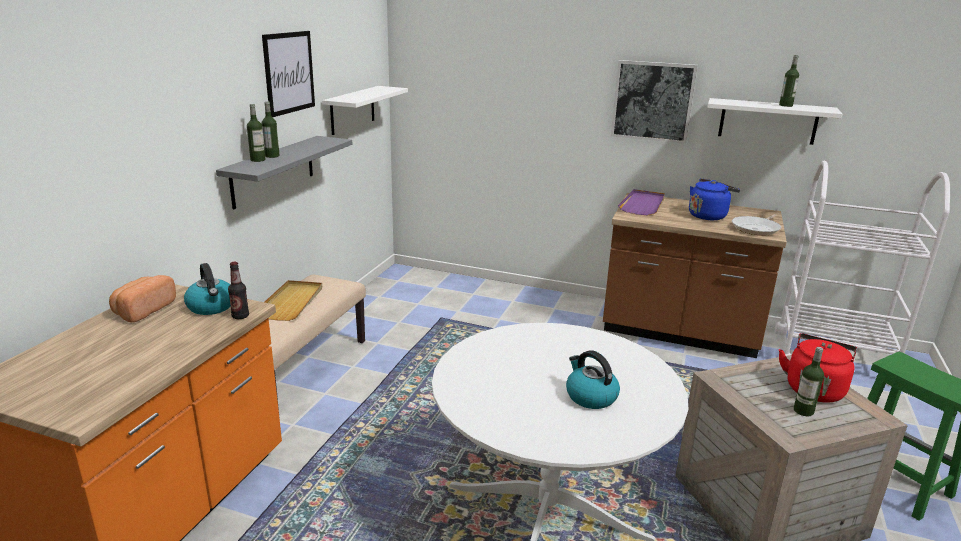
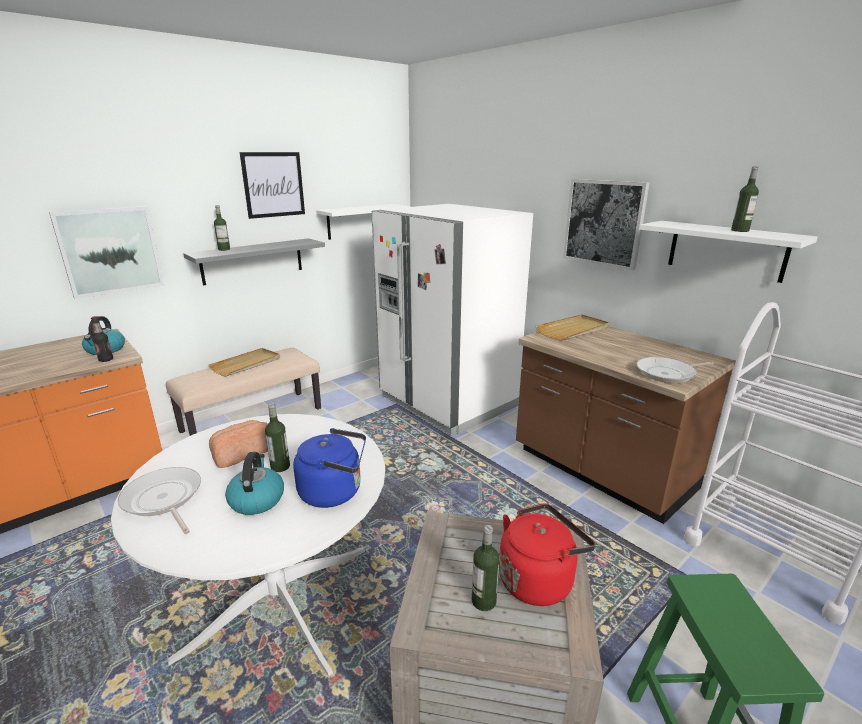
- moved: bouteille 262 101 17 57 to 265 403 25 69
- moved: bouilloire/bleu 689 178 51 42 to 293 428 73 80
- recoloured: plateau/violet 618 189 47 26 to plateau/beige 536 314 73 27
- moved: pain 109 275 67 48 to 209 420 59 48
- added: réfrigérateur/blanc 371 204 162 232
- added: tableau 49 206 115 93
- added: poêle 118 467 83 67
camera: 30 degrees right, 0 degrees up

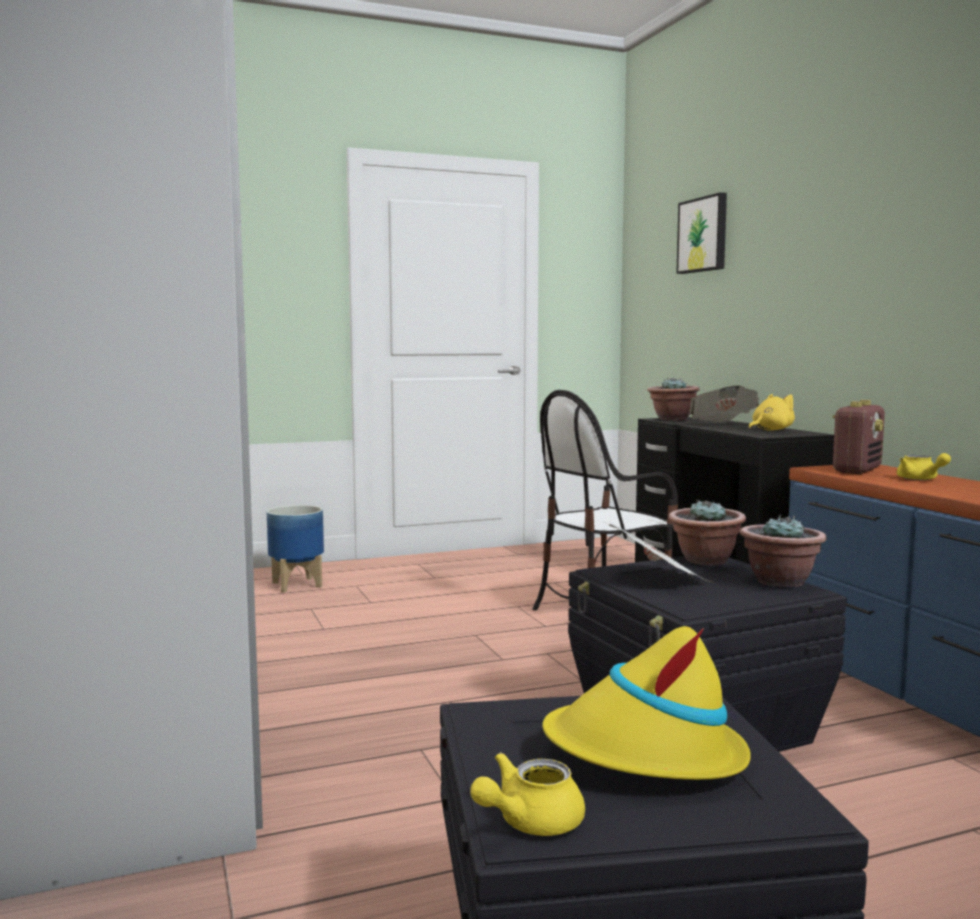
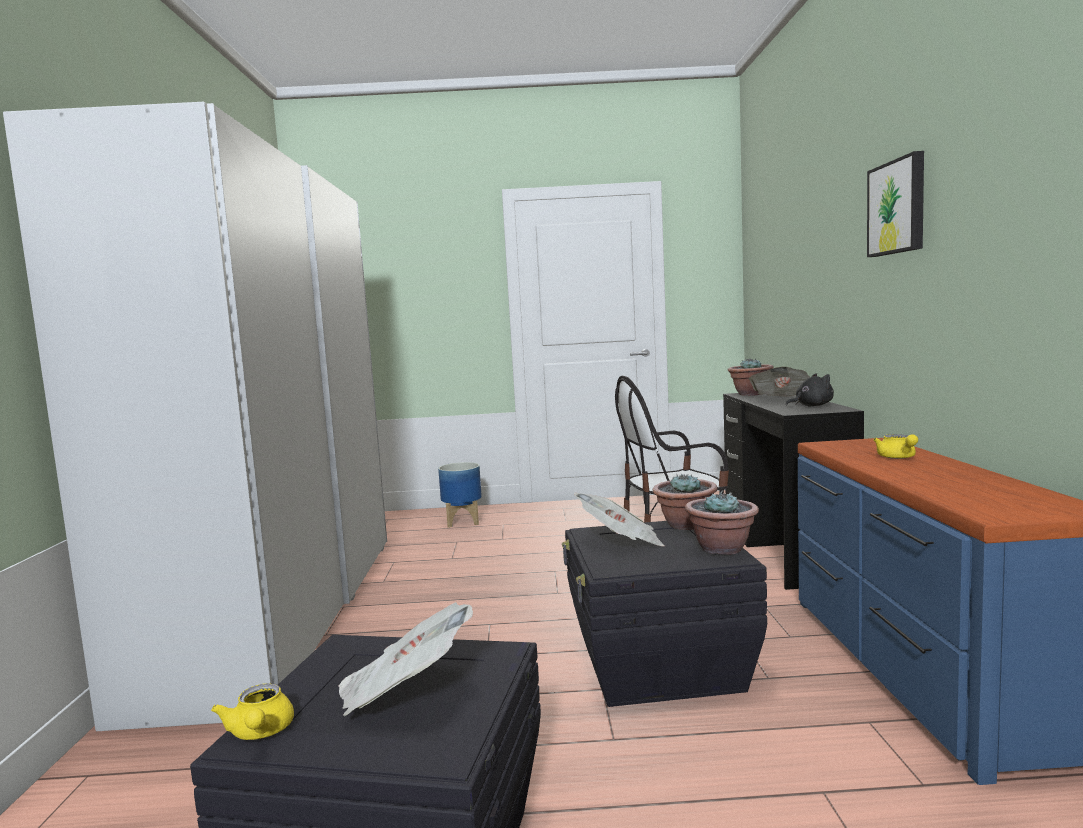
- moved: tableau 676 192 51 82 to 867 151 57 106
- recoloured: peluche/jaune 748 394 47 37 to peluche/noir 786 373 48 34
- removed: radio 832 400 53 74
- replaced: chapeau/jaune 542 626 209 154 to journal 339 602 134 114
- turned: théière/jaune 470 752 115 84 = 211 683 83 57 90 degrees counterclockwise
camera: 20 degrees right, 0 degrees up

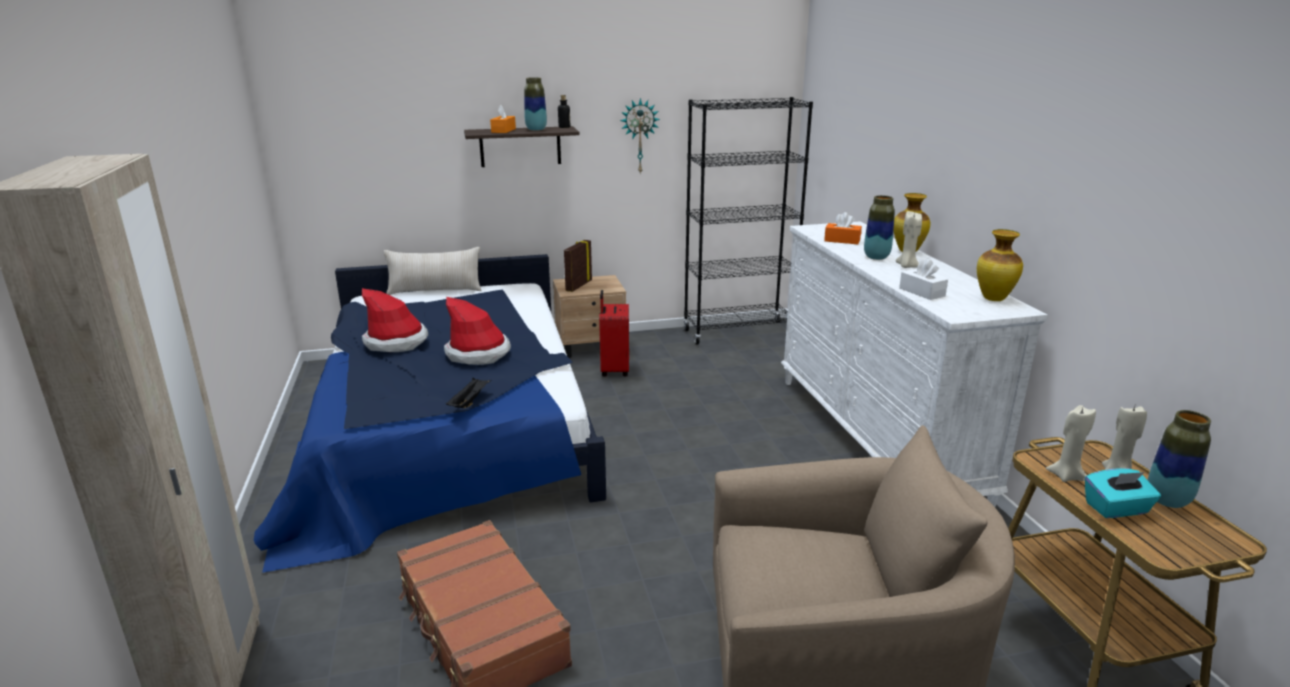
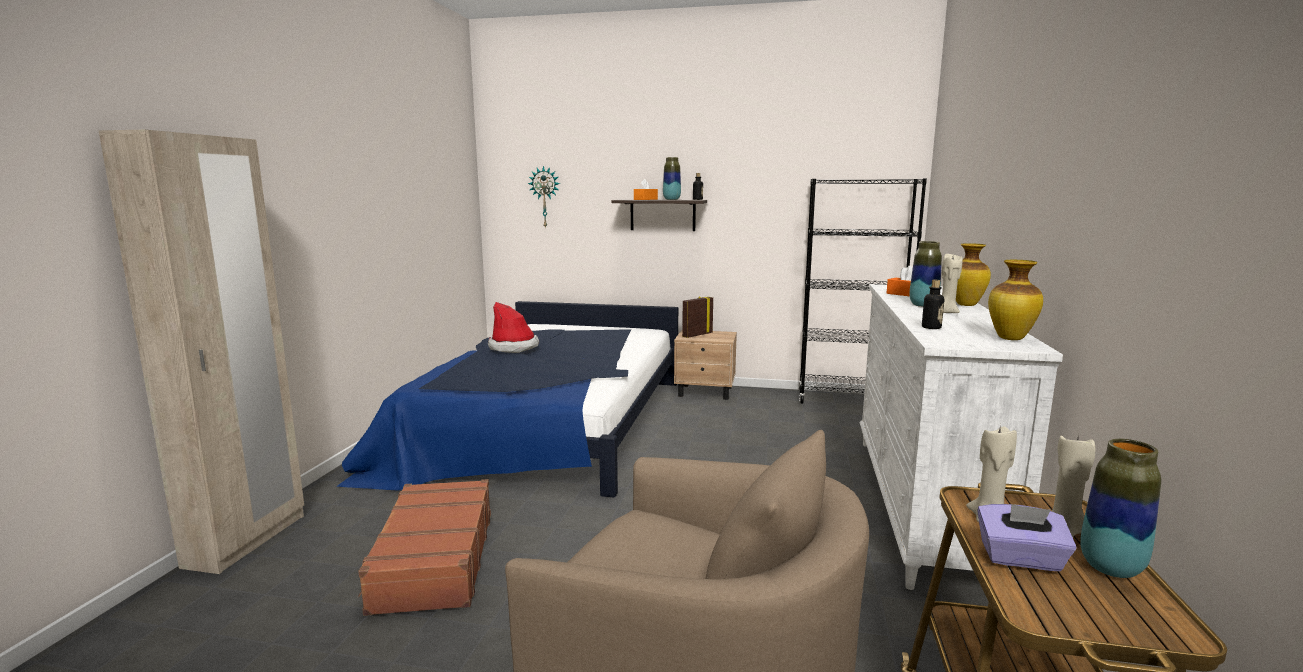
- moved: horloge murale 620 98 40 77 to 528 166 32 63
- removed: coussin/beige 384 247 98 48
- replaced: boîte à mouchoirs/blanc 899 258 49 42 to bouteille 922 280 22 49
- removed: valise/rouge 599 290 30 87
- removed: chapeau 444 297 67 68
- removed: plateau/noir 446 378 45 30
- recoloured: boîte à mouchoirs/turquoise 1085 468 76 50 to boîte à mouchoirs/violet 977 504 100 67
camera: 25 degrees right, 10 degrees down

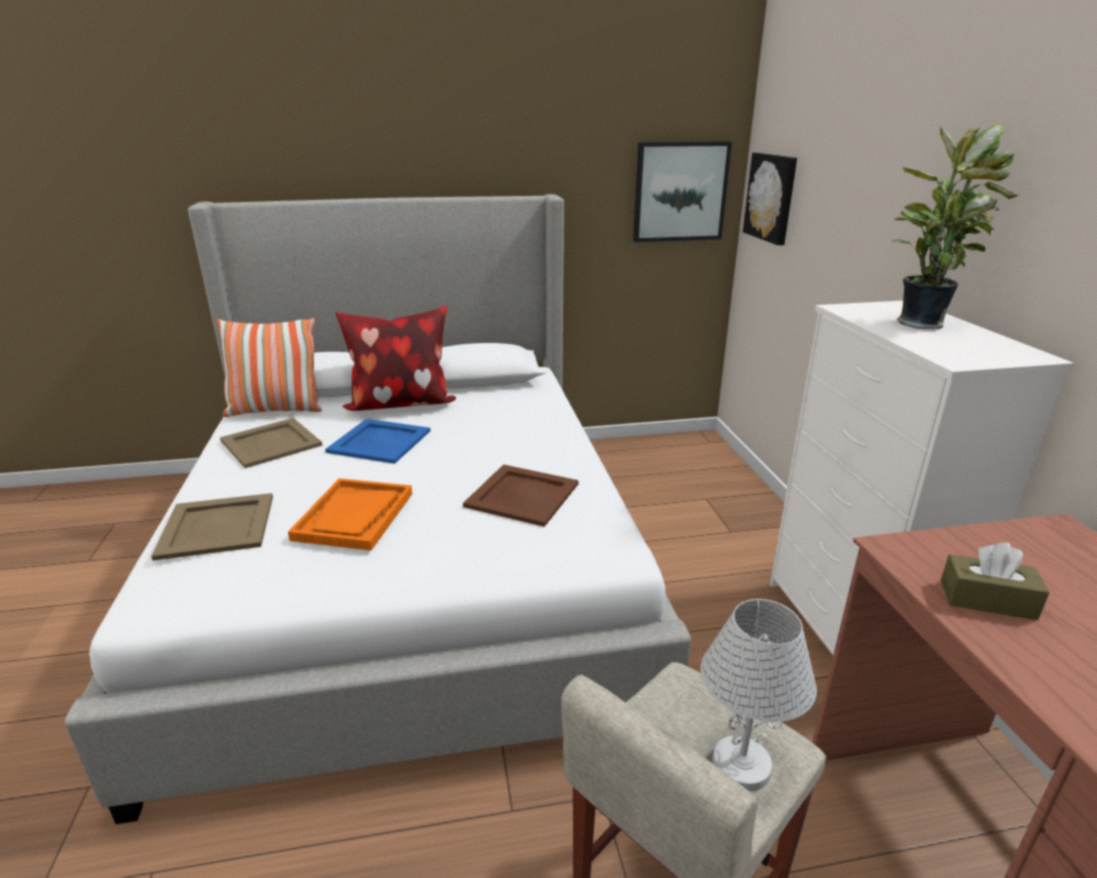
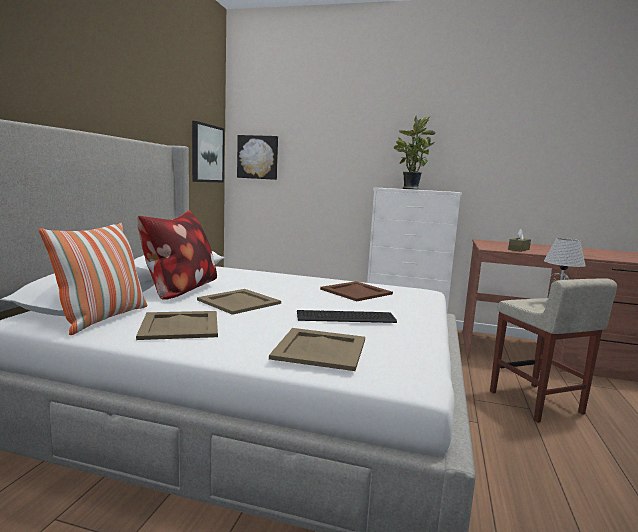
- recoloured: plateau/bleu 325 419 106 45 to plateau/beige 197 289 84 26
- replaced: plateau/orange 288 478 124 73 to clavier 297 310 100 13
camera: 65 degrees left, 15 degrees down

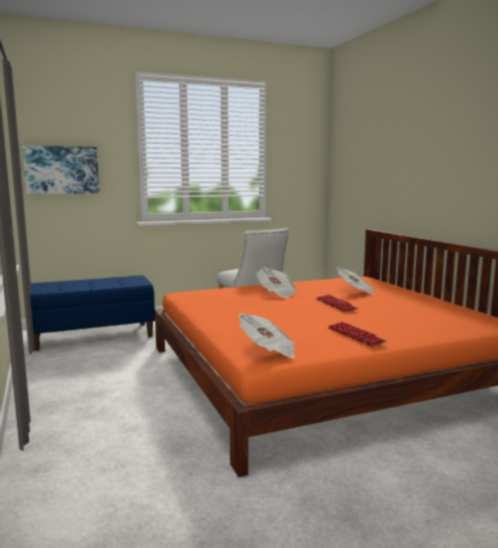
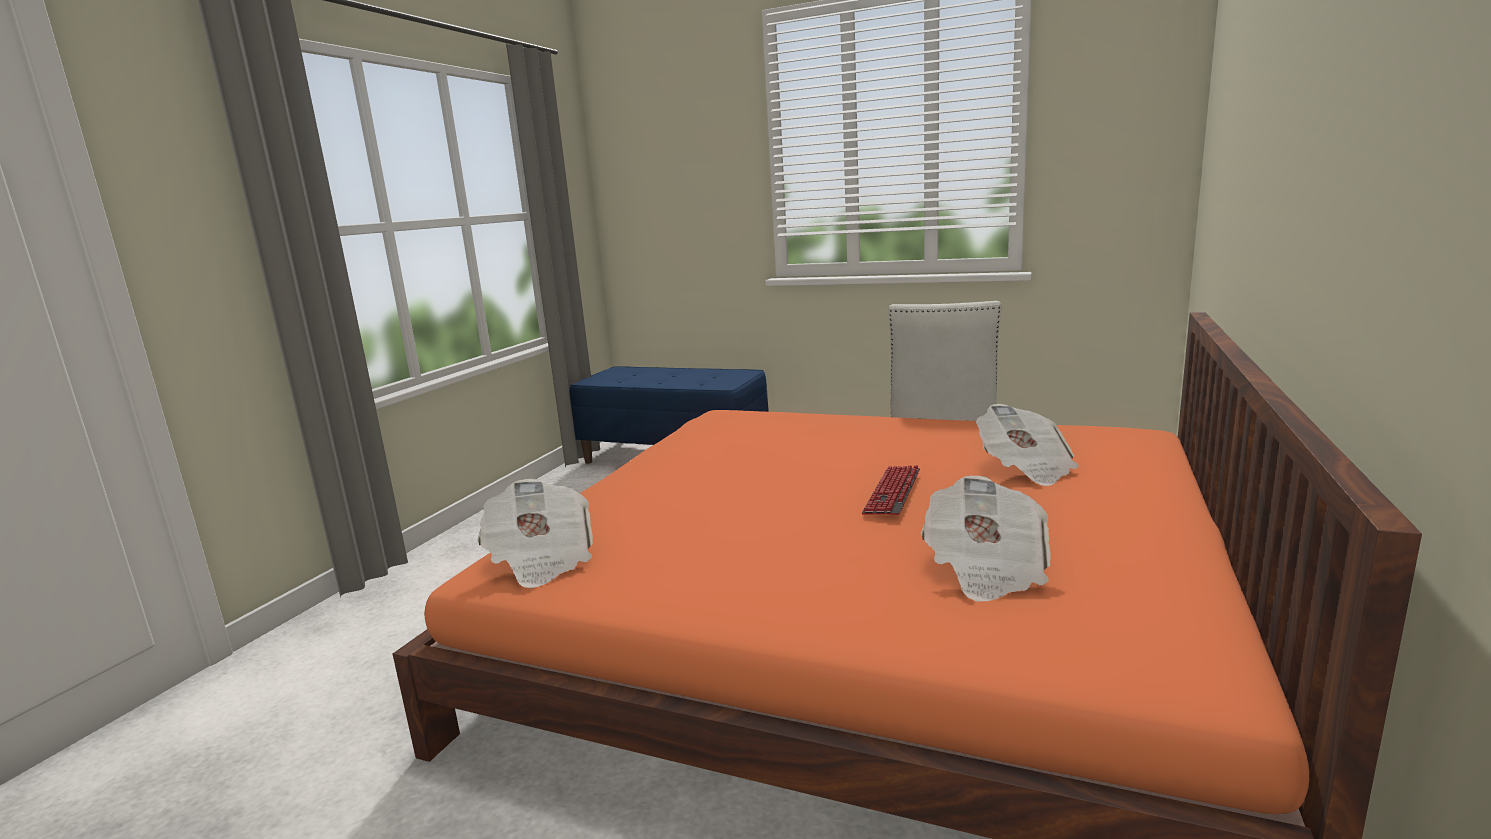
- removed: tableau 22 145 77 49
- moved: journal 256 268 41 30 to 921 475 130 127
- removed: clavier 328 322 58 24
camera: 45 degrees right, 5 degrees up

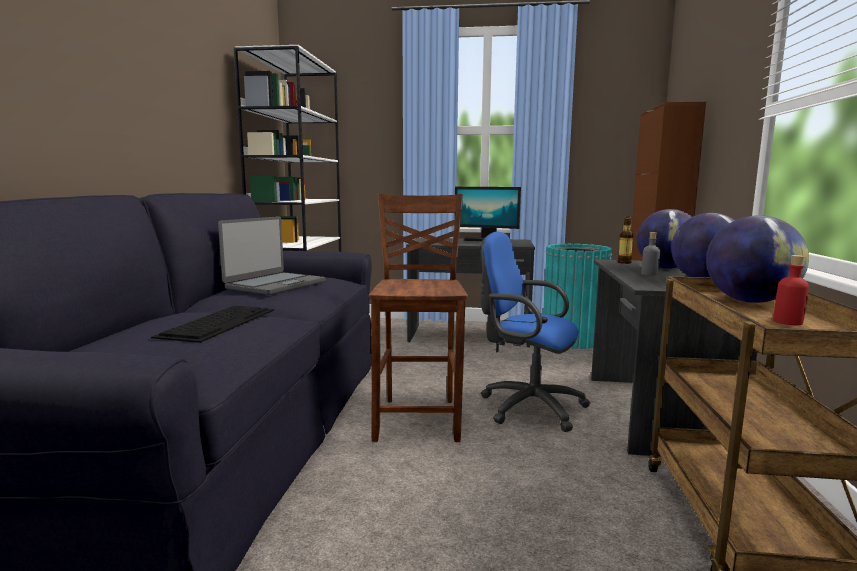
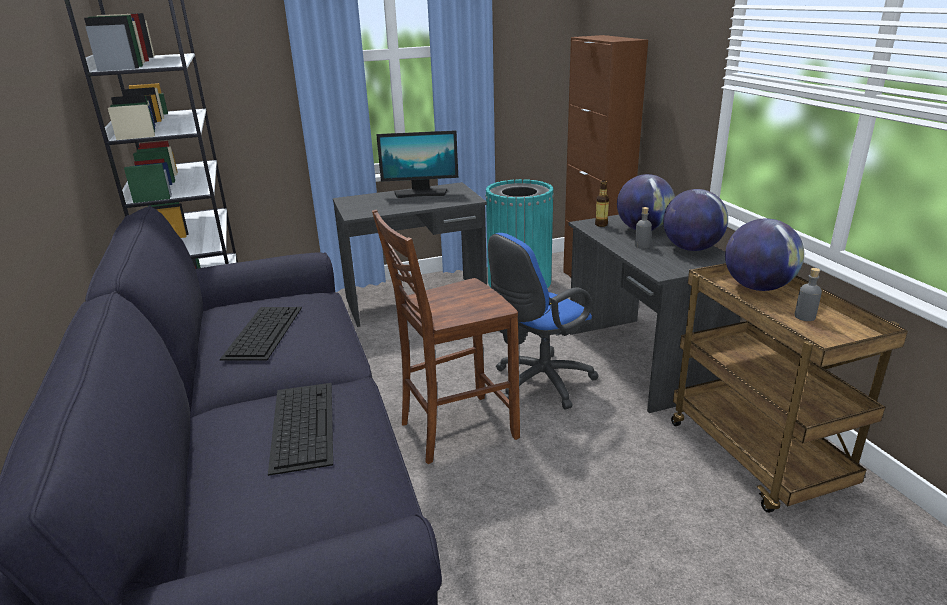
- turned: chaise/marron 369 193 99 249 = 372 209 148 255 90 degrees counterclockwise
- replaced: ordinateur portable 218 216 108 79 to clavier 220 307 82 54
- turned: chaise de bureau/bleu 480 232 110 200 = 488 233 111 176 45 degrees counterclockwise
- recoloured: bouteille/rouge 773 255 36 70 to bouteille/gris 794 268 28 53
camera: 25 degrees left, 15 degrees up

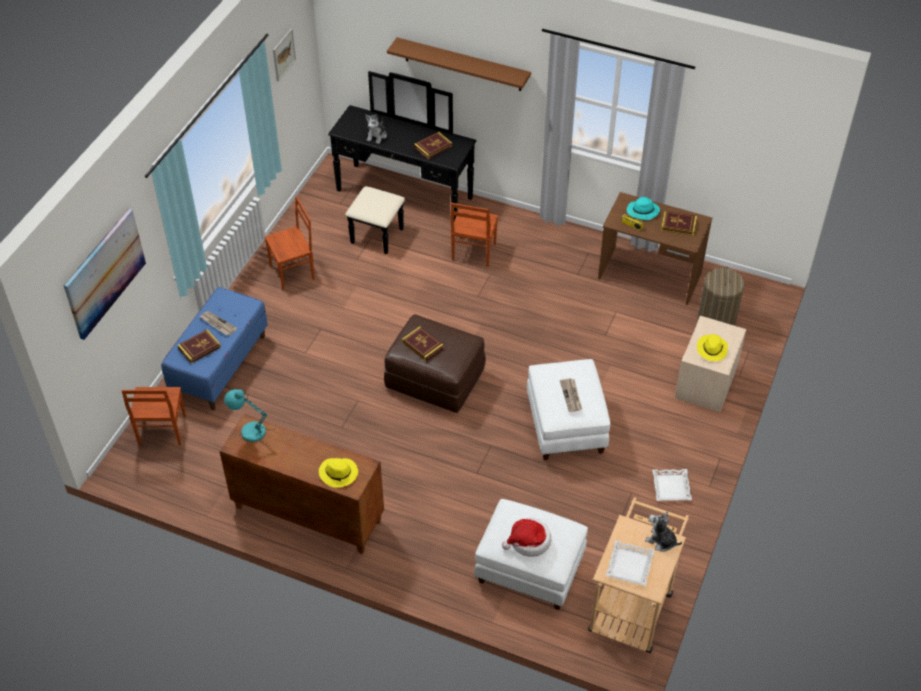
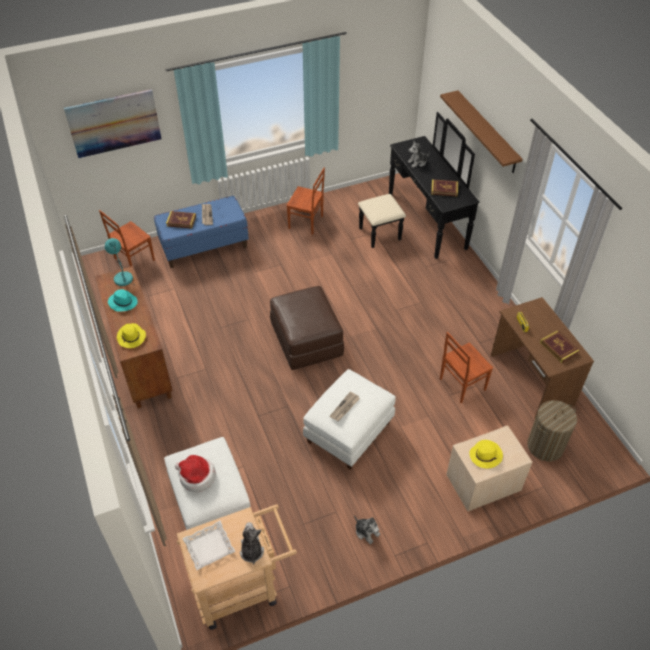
- removed: tableau 273 29 23 52
- moved: chapeau/turquoise 627 197 33 23 to 108 289 30 23
- moved: chaise/marron 450 203 48 64 to 440 332 53 71
- removed: livre 402 326 42 35
- replaced: plateau/blanc 652 469 40 32 to peluche 354 515 26 30
camera: 45 degrees right, 0 degrees up

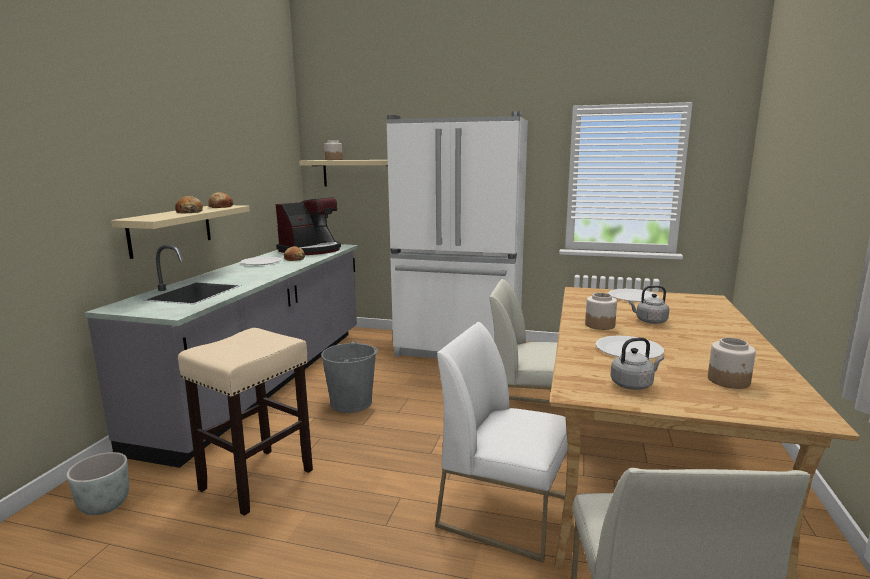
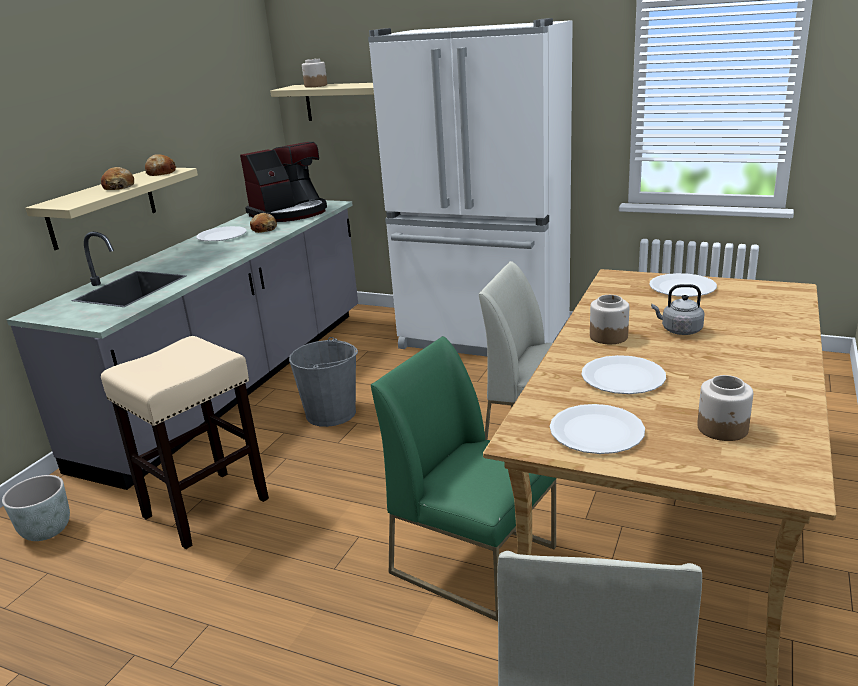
- recoloured: chaise/blanc 435 322 133 241 to chaise/vert 371 336 185 285
- replaced: bouilloire/gris 610 337 54 53 to assiette/blanc 550 404 95 50
camera: 10 degrees right, 10 degrees up

